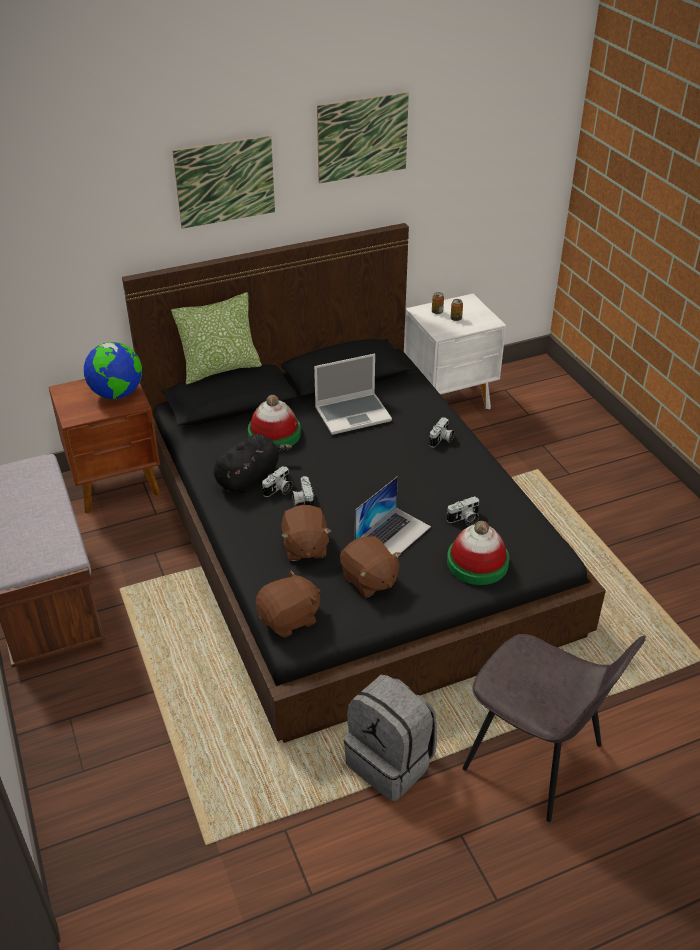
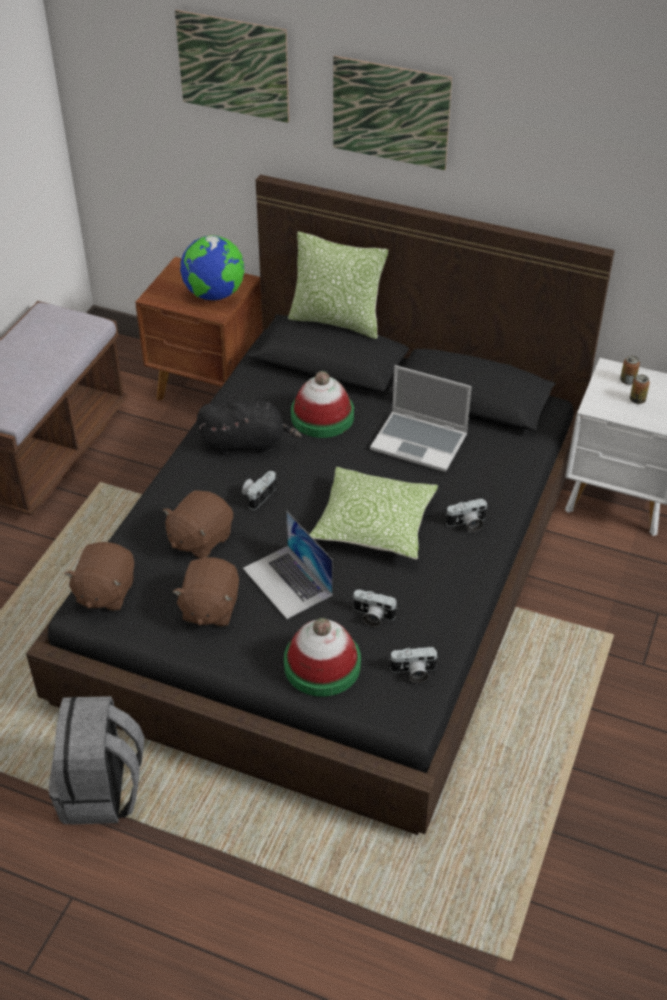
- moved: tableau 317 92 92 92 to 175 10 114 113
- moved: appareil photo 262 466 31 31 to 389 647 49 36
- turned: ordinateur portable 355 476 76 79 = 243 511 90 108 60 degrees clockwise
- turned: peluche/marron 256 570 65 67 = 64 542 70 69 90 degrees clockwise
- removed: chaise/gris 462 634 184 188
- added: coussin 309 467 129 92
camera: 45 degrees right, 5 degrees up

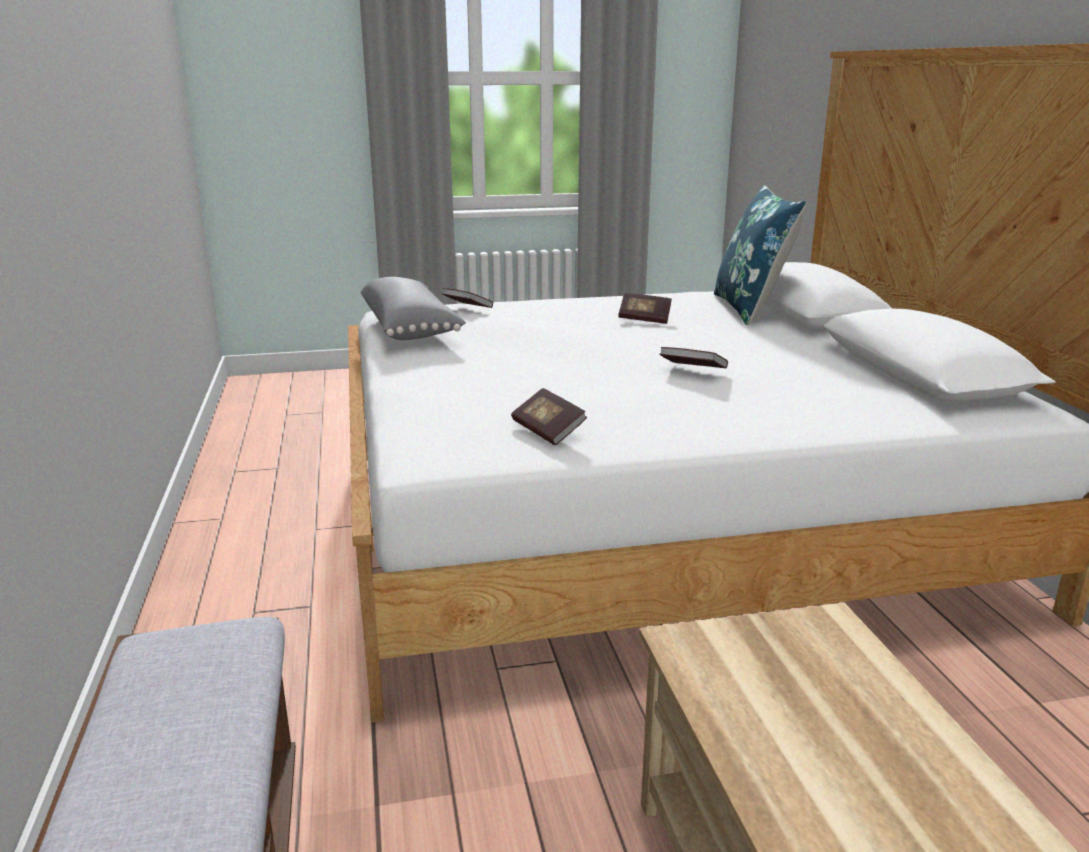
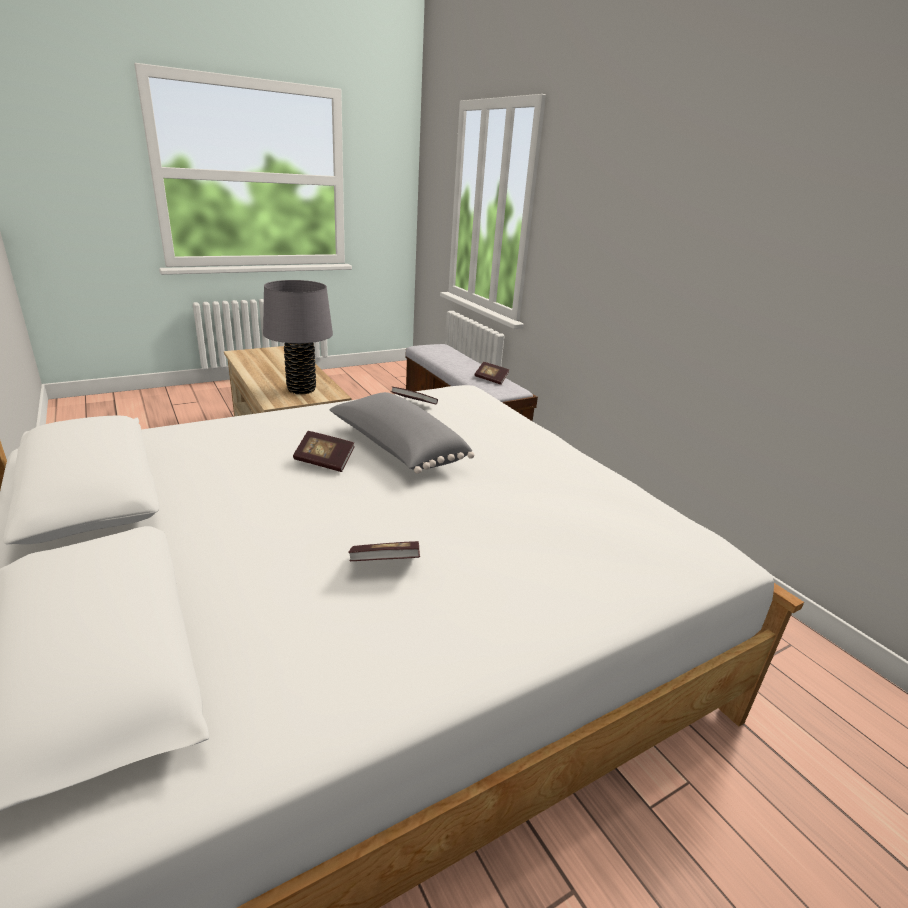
- removed: coussin/bleu 714 185 93 140
- moved: coussin/gris 361 277 105 63 to 329 392 145 82
- moved: livre 443 288 50 20 to 475 362 34 23
- added: lampe de table/gris 263 280 70 114
camera: 160 degrees right, 5 degrees up

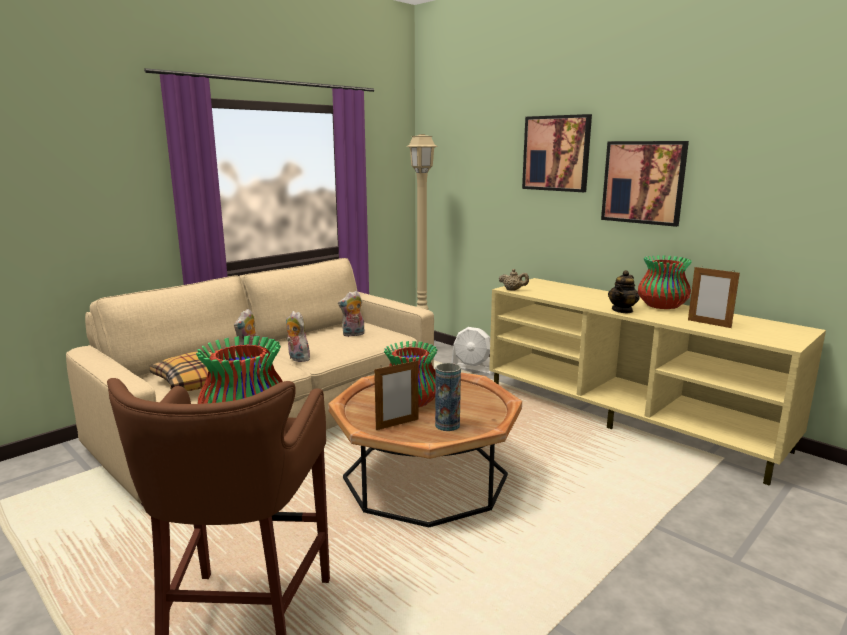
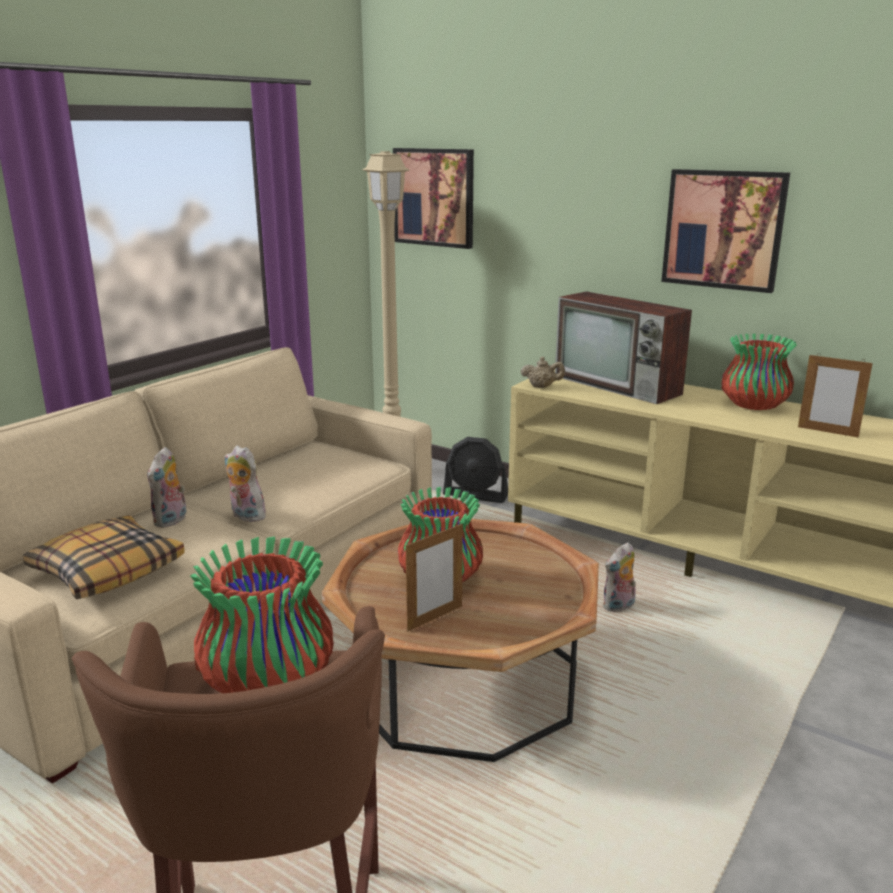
- moved: tableau 522 114 70 78 to 393 148 81 101
- removed: théière 608 270 32 44
- moved: peluche 338 291 27 46 to 603 542 33 70
- recoloured: ventilateur/blanc 451 327 42 48 to ventilateur/noir 443 437 65 66
- removed: vase 435 363 26 68
- added: téléviseur 555 291 137 113
camera: 10 degrees left, 5 degrees up

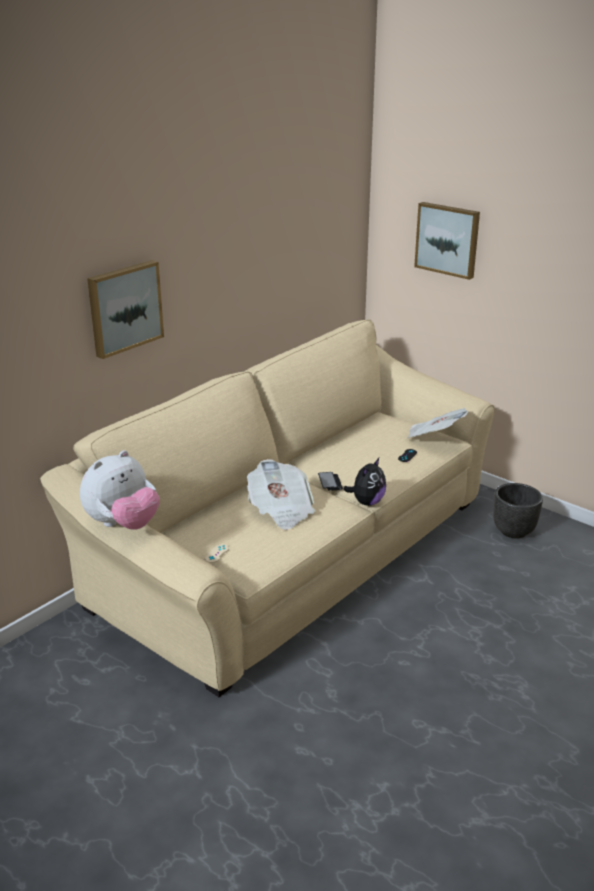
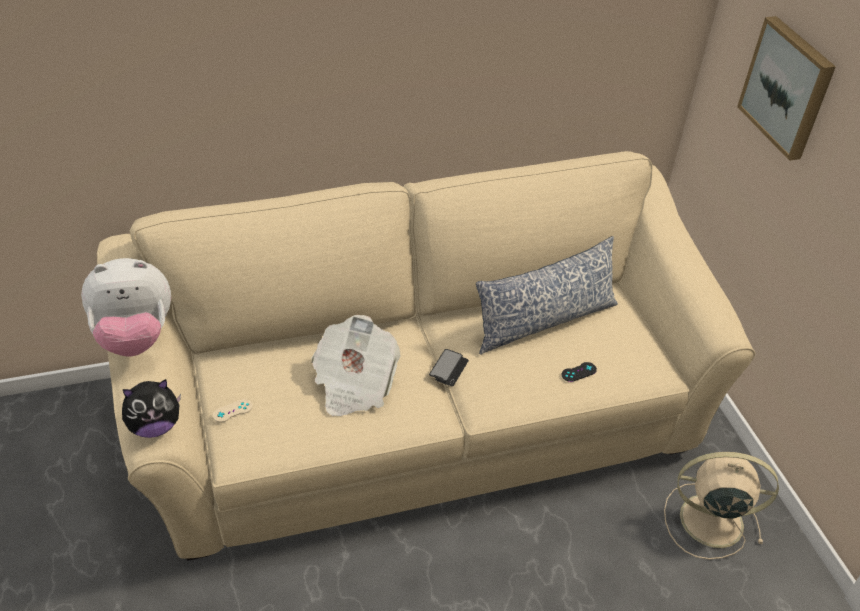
- removed: tableau 87 260 77 99
- removed: journal 407 408 61 30
- moved: peluche 343 458 43 48 to 122 379 59 59
- replaced: cache-pot/noir 493 483 50 55 to ventilateur/beige 664 452 115 107
- added: coussin 476 236 142 119
camera: 30 degrees right, 15 degrees up

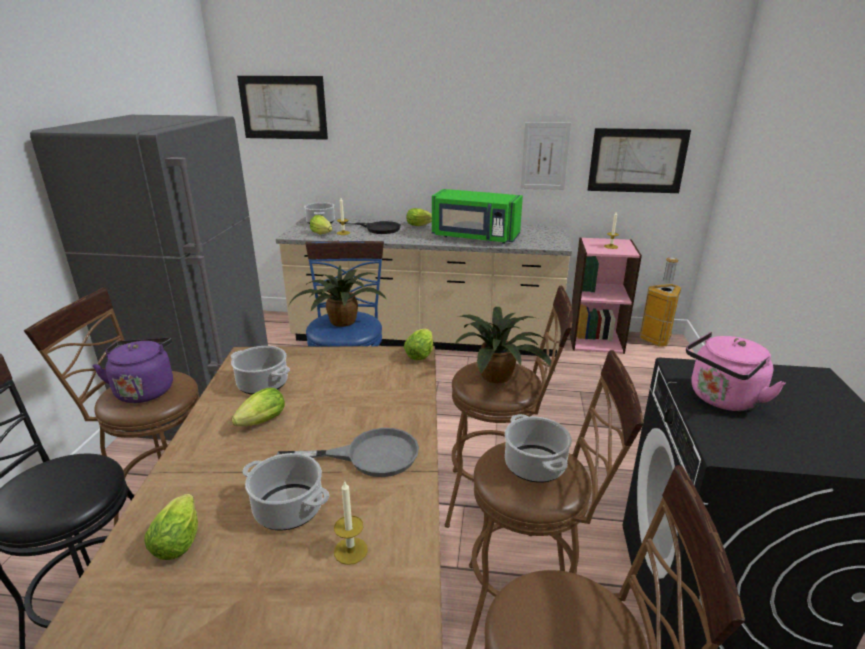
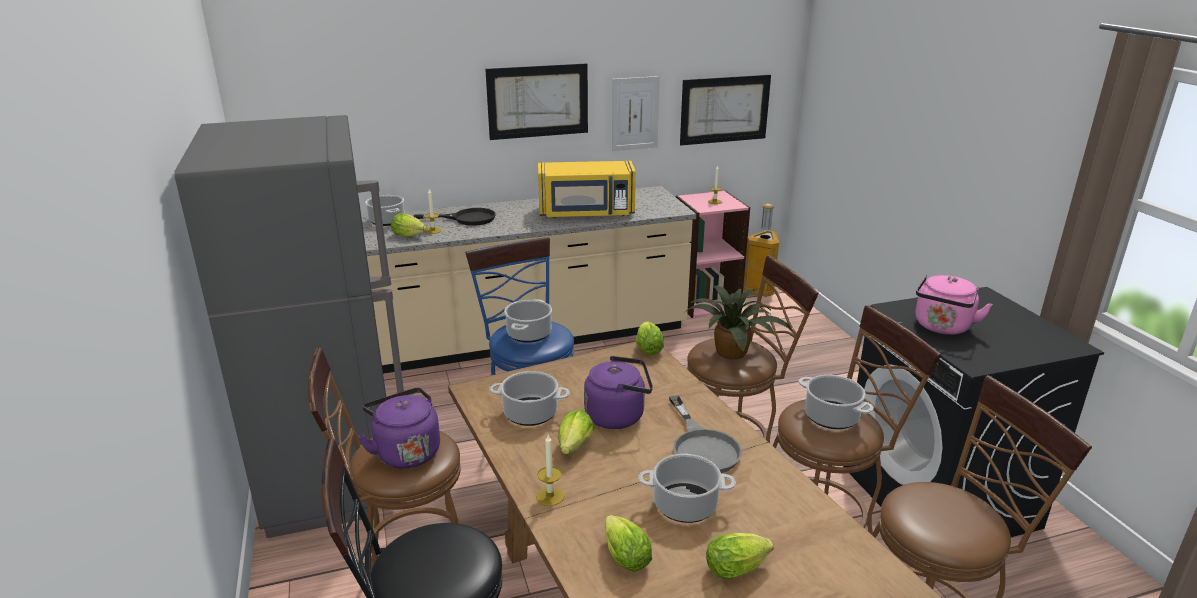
- moved: tableau 237 76 91 64 to 485 63 103 77
- recoloured: micro-ondes/vert 432 189 91 55 to micro-ondes/jaune 538 161 98 57
- moved: laitue 407 208 25 18 to 706 533 68 46
- replaced: plante en pot 289 265 98 62 to marmite 504 299 48 44
- turned: poêle/gris 276 428 143 49 = 669 395 73 78 105 degrees clockwise
- moved: bougie 334 480 34 85 to 536 435 28 71
- added: bouilloire/violet 584 356 69 73
camera: 25 degrees left, 0 degrees up

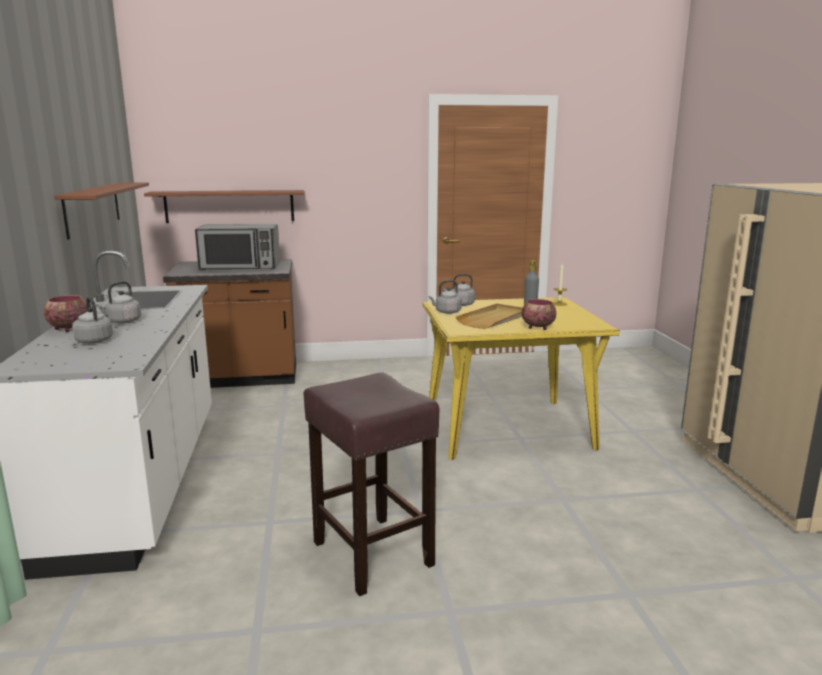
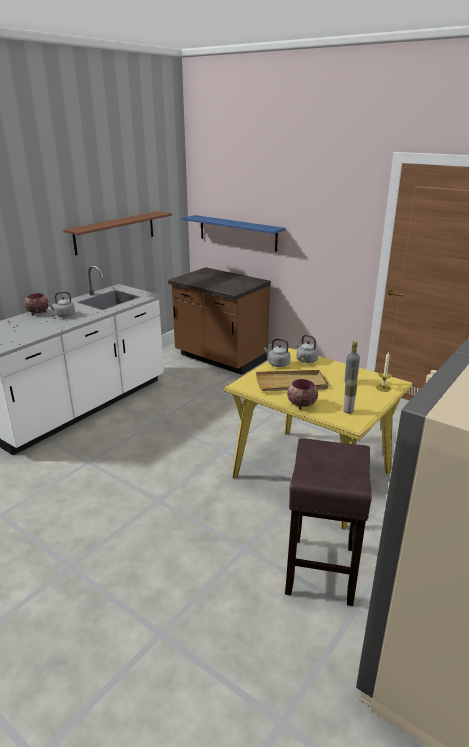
- recoloured: étagère/marron 144 190 160 33 to étagère/bleu 182 215 104 37
- removed: micro-ondes 195 224 85 46
- removed: bouilloire/gris 72 297 41 47
- moved: tabouret/marron 303 373 137 223 to 285 438 87 168
- added: bouteille 343 367 14 47
camera: 45 degrees right, 10 degrees up

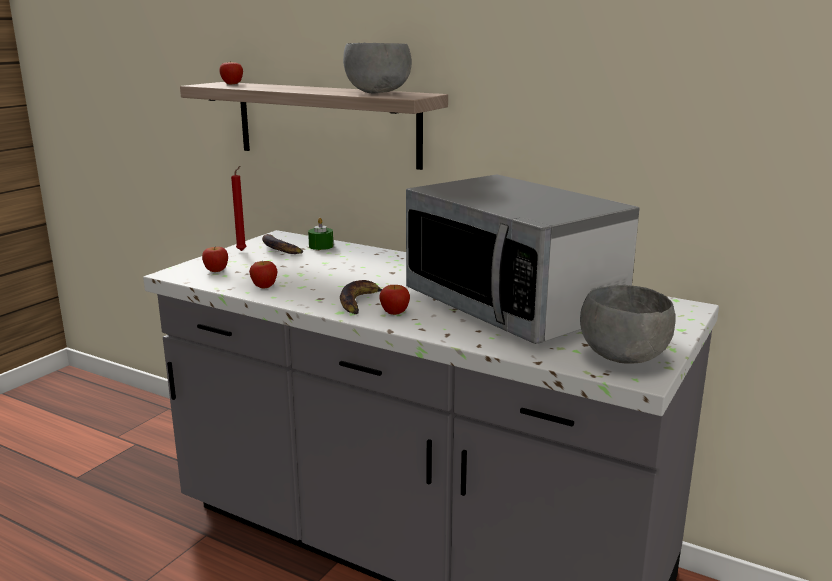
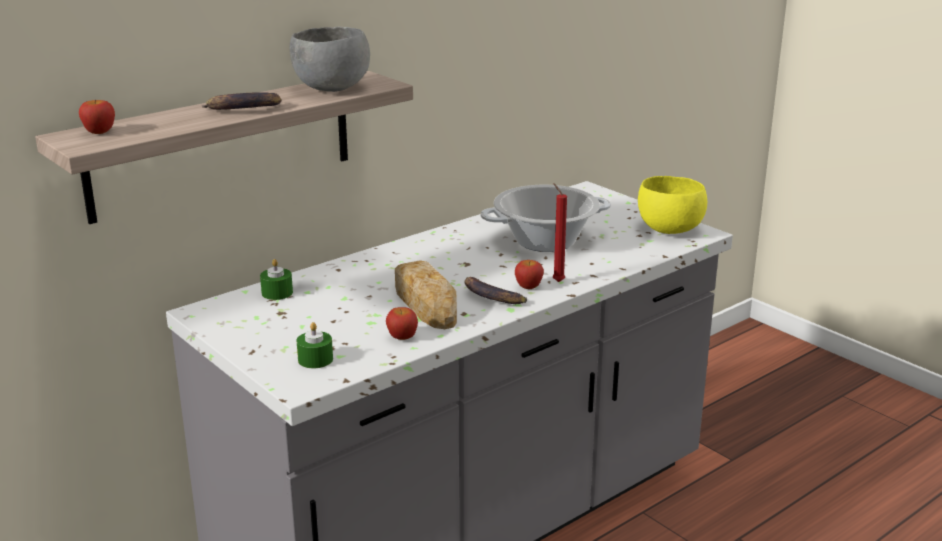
- moved: bougie/rouge 231 166 16 85 to 553 183 14 99
- replaced: micro-ondes 406 174 234 170 to marmite 481 185 130 67
- moved: banane 262 234 41 20 to 202 92 80 18
- replaced: pomme 202 247 26 25 to bougie/vert 296 322 37 46
- recoloured: bol/gris 580 285 95 79 to bol/jaune 638 176 69 58
- added: pain 395 260 62 69
camera: 70 degrees left, 5 degrees up

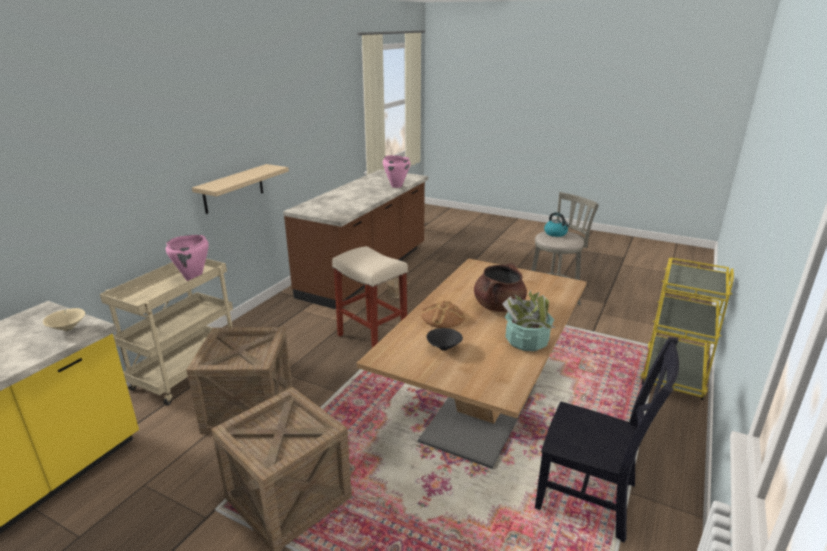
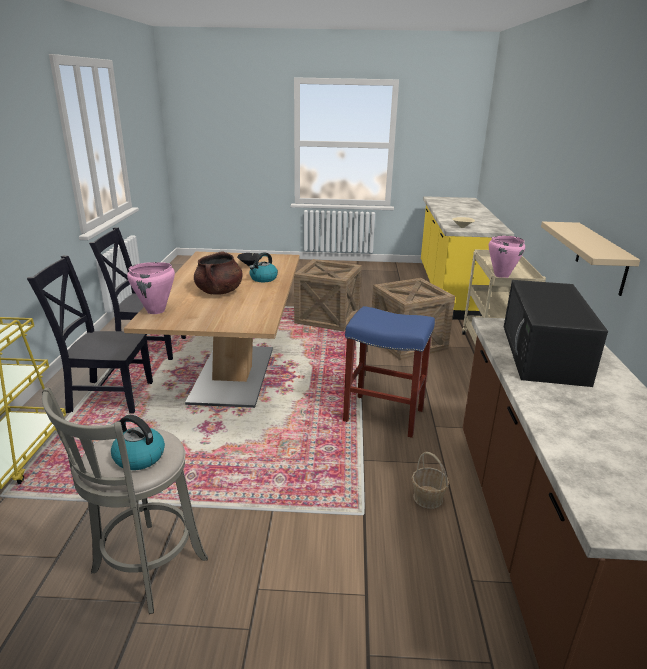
- moved: marmite/rose 383 155 27 33 to 127 262 48 52
- recoloured: tabouret/beige 332 246 76 102 to tabouret/bleu 343 306 92 132
- removed: plante en pot 502 290 53 61
- replaced: pain 421 300 44 28 to bouilloire 249 252 29 30
- added: chaise/noir 27 255 126 159
- added: micro-ondes/noir 504 280 104 107
camera: 155 degrees right, 0 degrees up

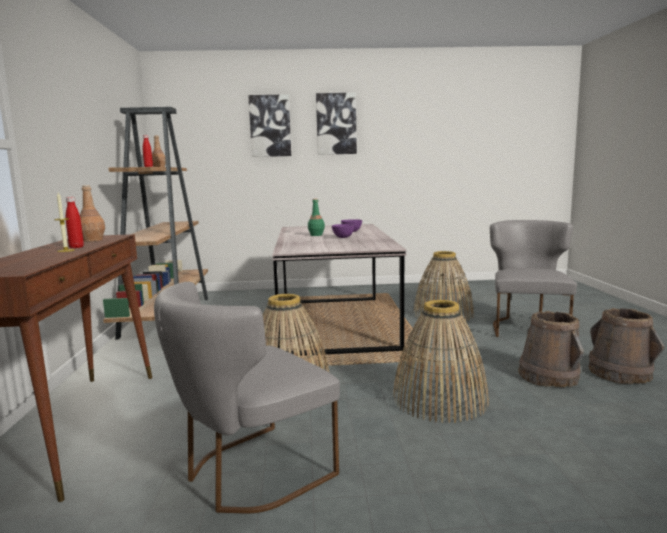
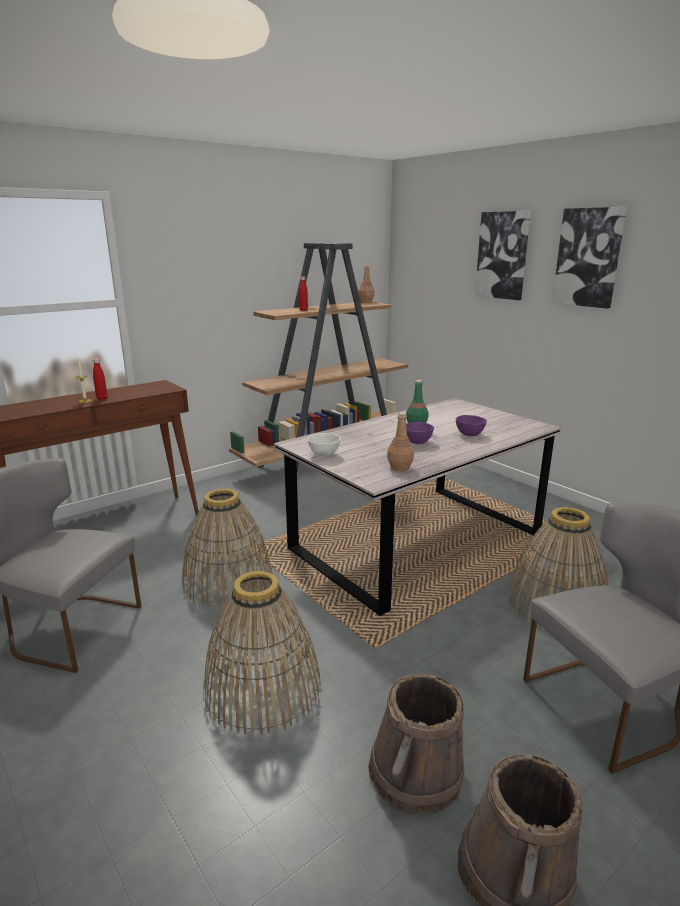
- moved: bouteille/marron 80 185 25 57 to 387 412 27 60
- added: bol/blanc 308 433 33 24
camera: 55 degrees right, 10 degrees up

